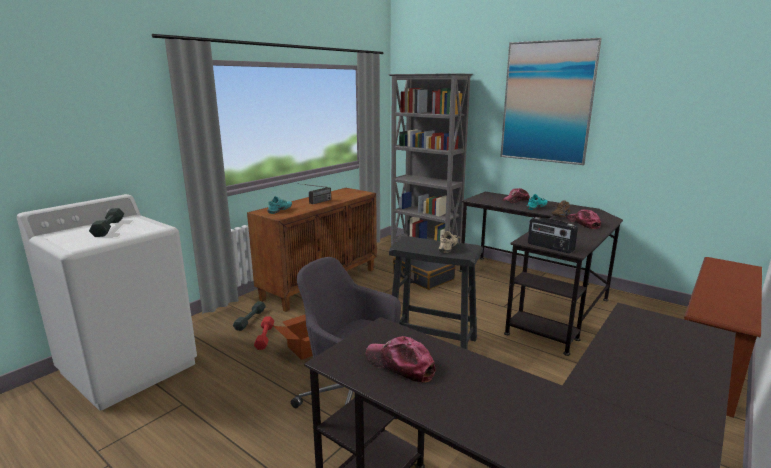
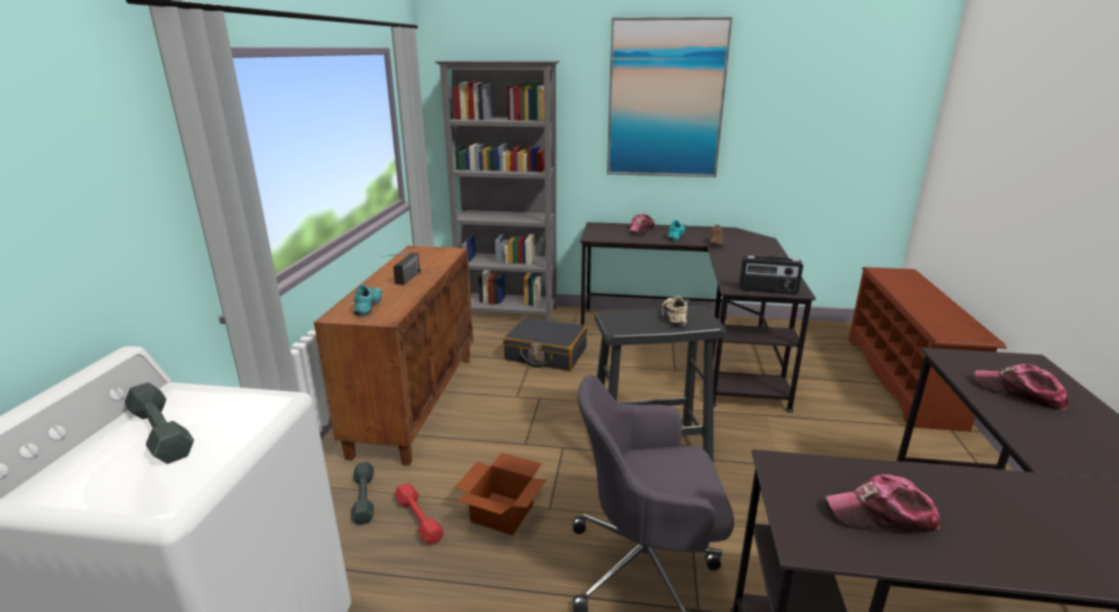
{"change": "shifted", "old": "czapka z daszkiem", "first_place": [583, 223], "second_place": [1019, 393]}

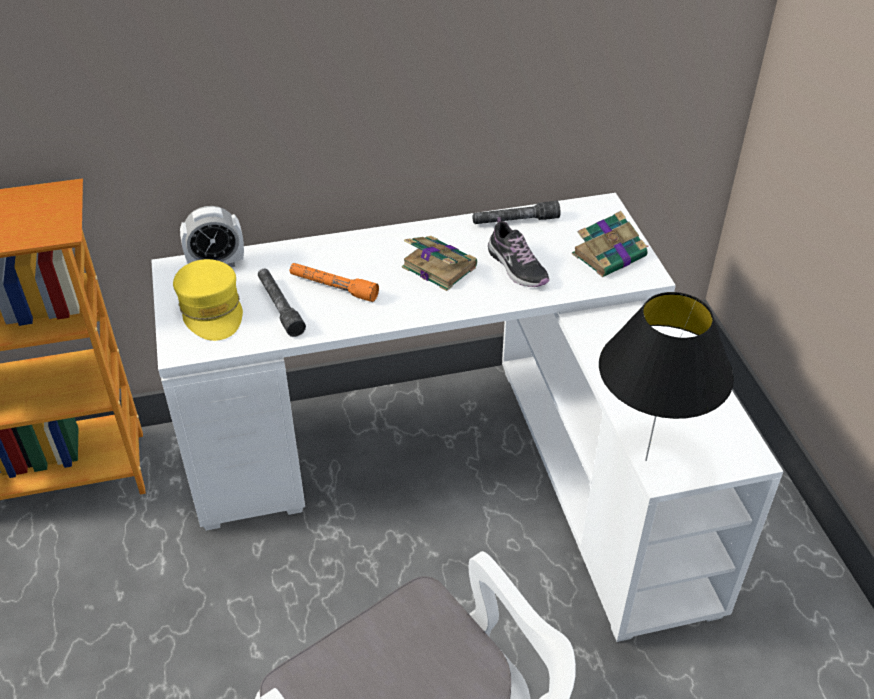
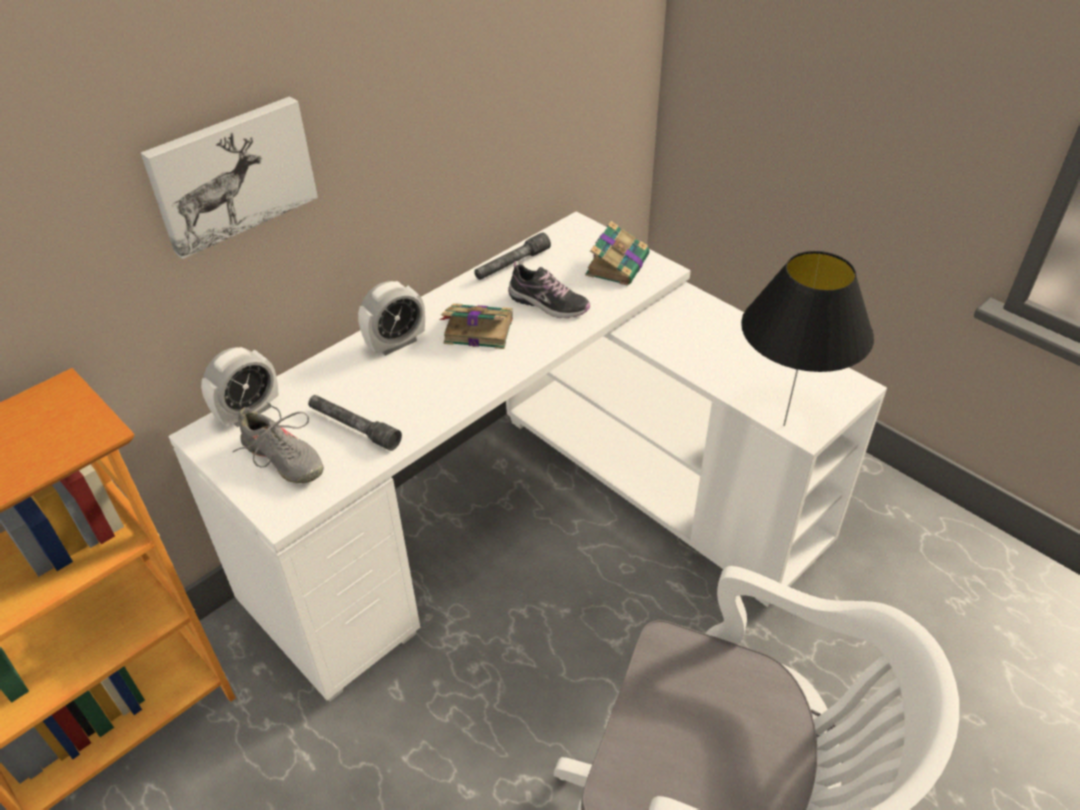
{"change": "gone", "old": "latarka (pomarańczowy)", "first_place": [333, 287]}
{"change": "new", "new": "obraz", "second_place": [232, 174]}
{"change": "new", "new": "budzik", "second_place": [396, 343]}
{"change": "swapped", "old": "czapka z daszkiem (żółty)", "new": "but (szary)", "first_place": [212, 310], "second_place": [282, 459]}

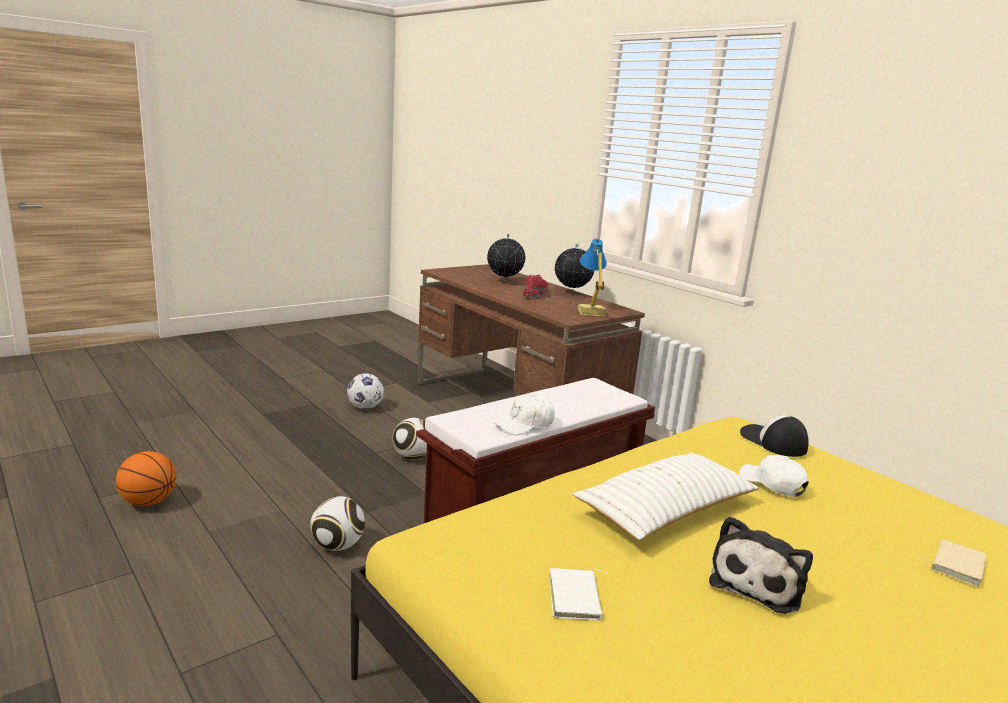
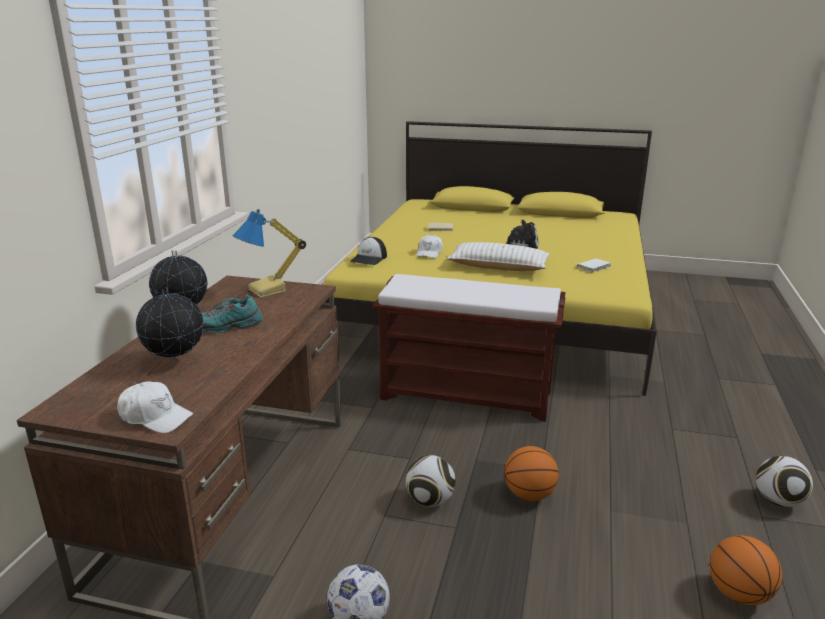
{"change": "new", "new": "piłka do koszykówki", "second_place": [529, 495]}
{"change": "shifted", "old": "piłka futbolowa", "first_place": [337, 545], "second_place": [779, 501]}
{"change": "shifted", "old": "czapka z daszkiem (biały)", "first_place": [525, 424], "second_place": [155, 417]}
{"change": "repainted", "old": "but (czerwony)", "new": "but (turkusowy)", "first_place": [534, 294], "second_place": [228, 327]}

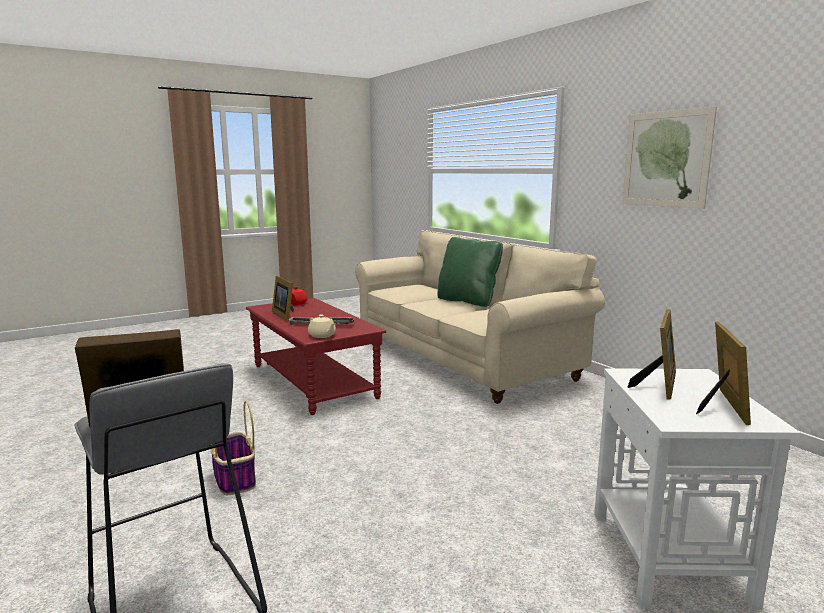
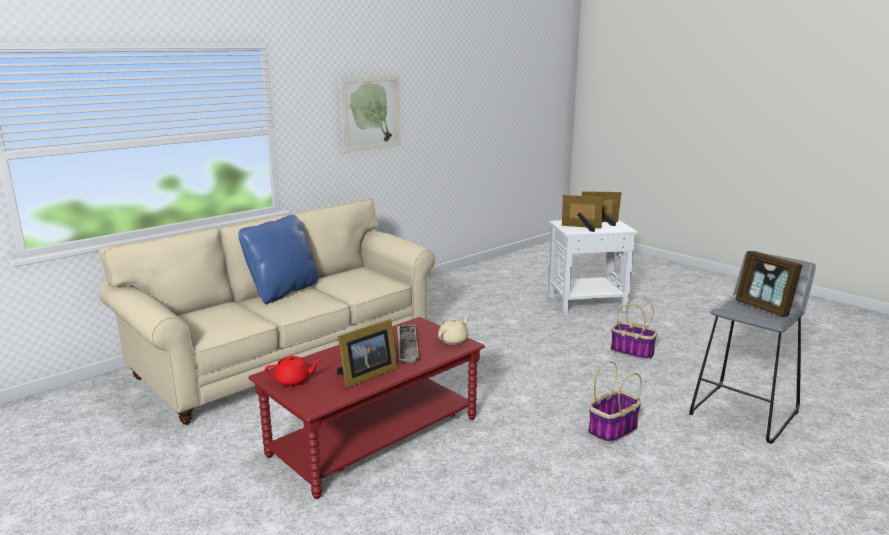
{"change": "new", "new": "koszyk", "second_place": [633, 352]}
{"change": "repainted", "old": "poduszka (zielony)", "new": "poduszka (niebieski)", "first_place": [468, 301], "second_place": [283, 291]}

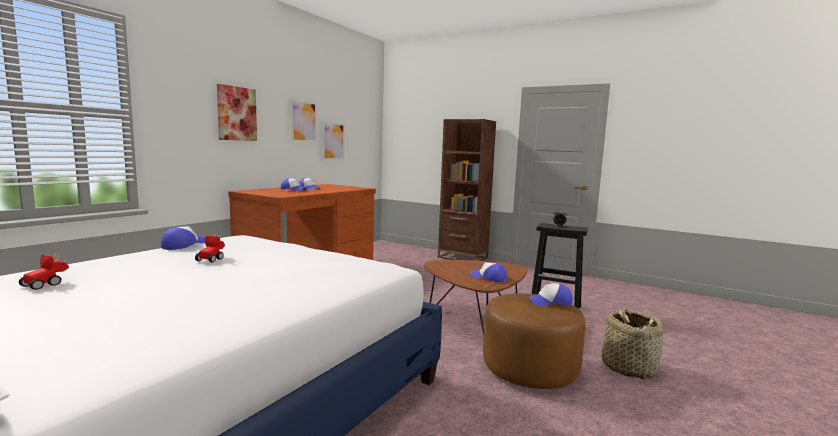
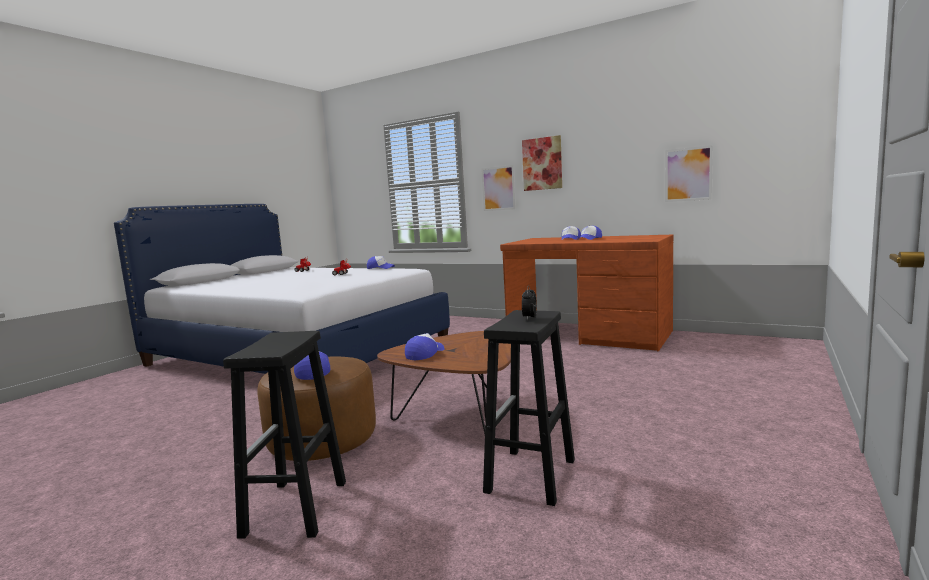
{"change": "gone", "old": "regał (brązowy)", "first_place": [462, 258]}
{"change": "shifted", "old": "obraz", "first_place": [303, 121], "second_place": [498, 188]}
{"change": "swapped", "old": "koszyk", "new": "stołek (czarny)", "first_place": [628, 368], "second_place": [296, 509]}

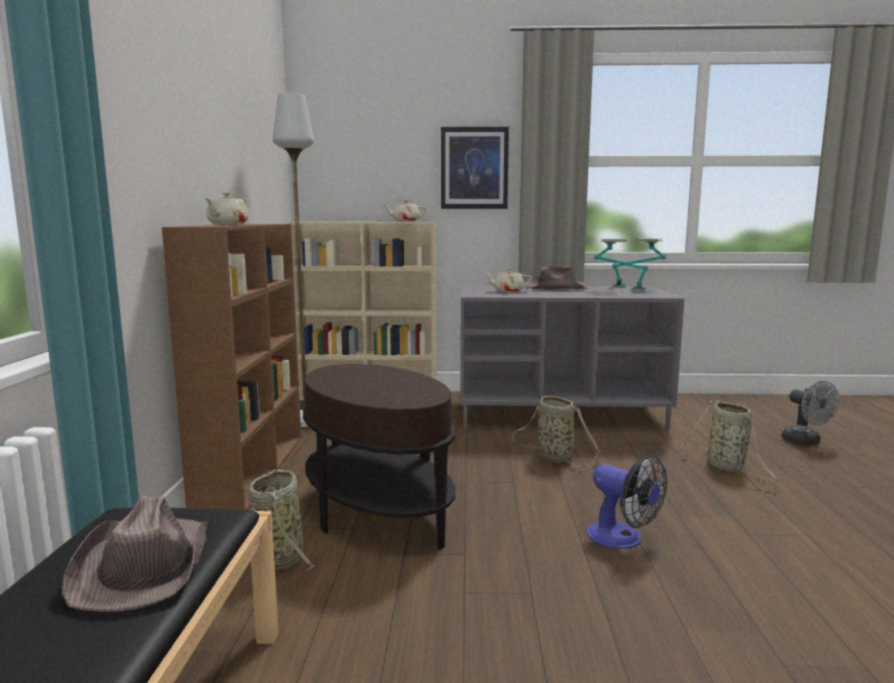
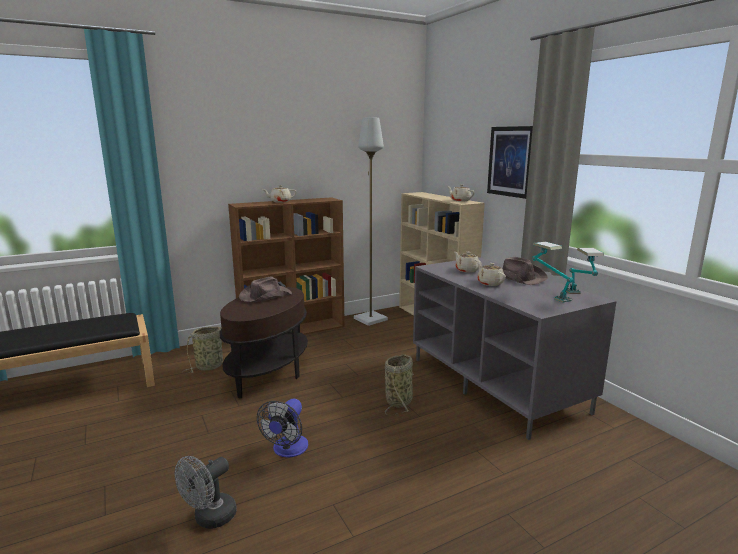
{"change": "gone", "old": "koszyk", "first_place": [728, 467]}
{"change": "new", "new": "imbryk (beżowy)", "second_place": [490, 283]}
{"change": "shifted", "old": "kapelusz (brązowy)", "first_place": [145, 565], "second_place": [265, 296]}
{"change": "shifted", "old": "wentylator (szary)", "first_place": [806, 442], "second_place": [210, 519]}

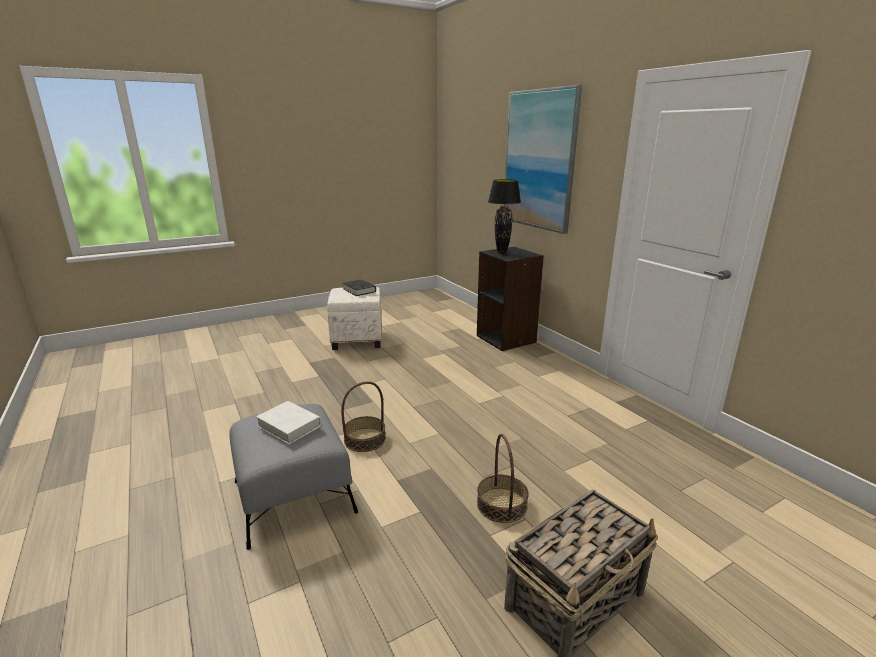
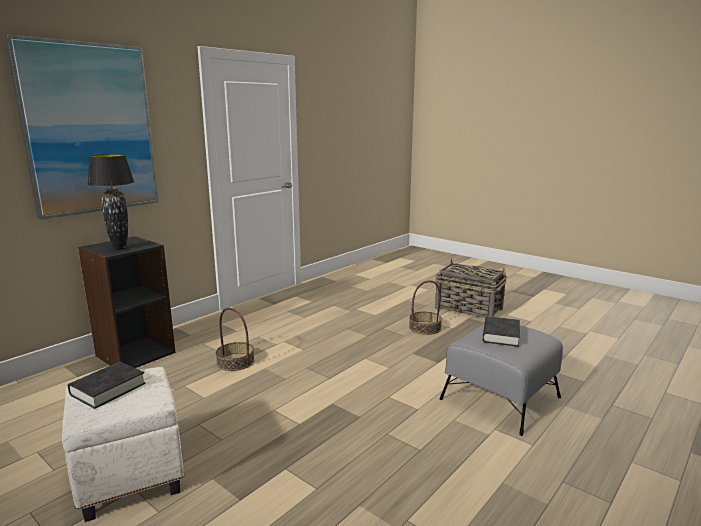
{"change": "shifted", "old": "koszyk", "first_place": [365, 439], "second_place": [235, 362]}
{"change": "repainted", "old": "książka (biały)", "new": "książka (czarny)", "first_place": [289, 426], "second_place": [500, 335]}

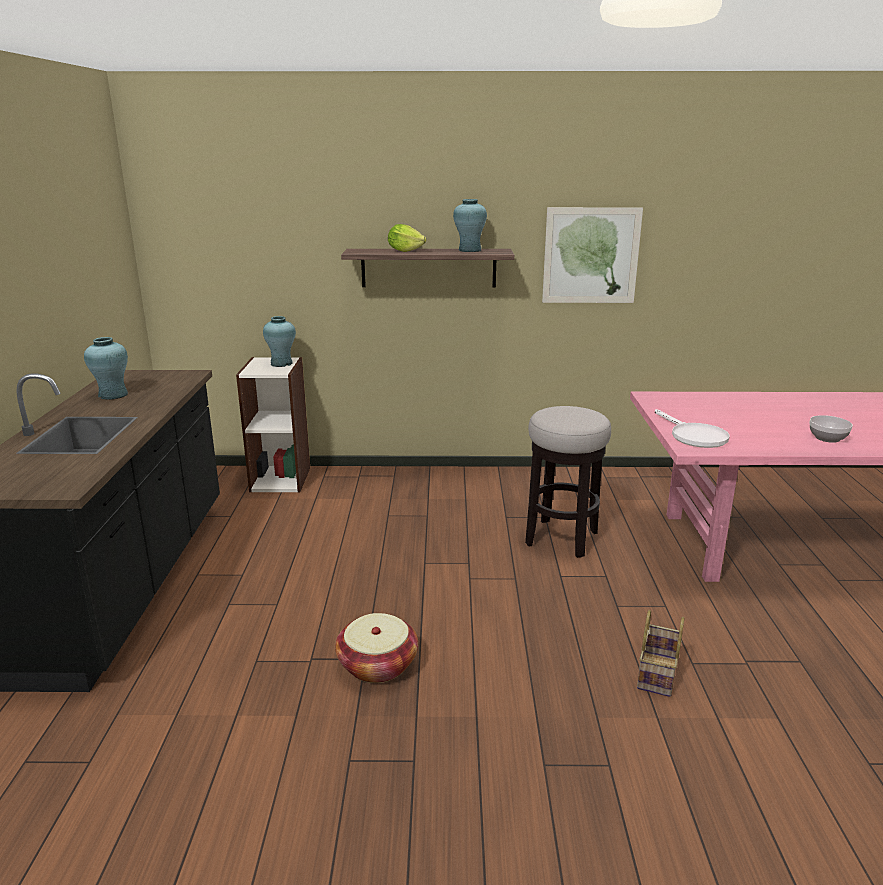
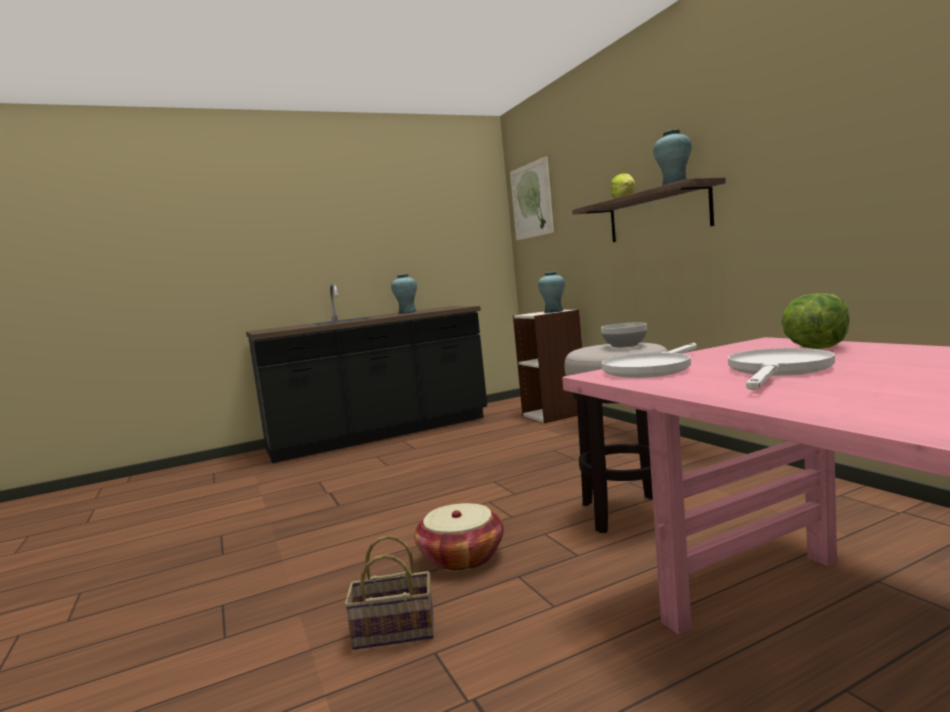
{"change": "new", "new": "patelnia (biały)", "second_place": [777, 371]}
{"change": "new", "new": "sałata", "second_place": [816, 348]}
{"change": "shifted", "old": "koszyk", "first_place": [377, 665], "second_place": [462, 557]}
{"change": "shifted", "old": "obraz", "first_place": [591, 256], "second_place": [531, 200]}
{"change": "shifted", "old": "miska", "first_place": [826, 438], "second_place": [624, 345]}

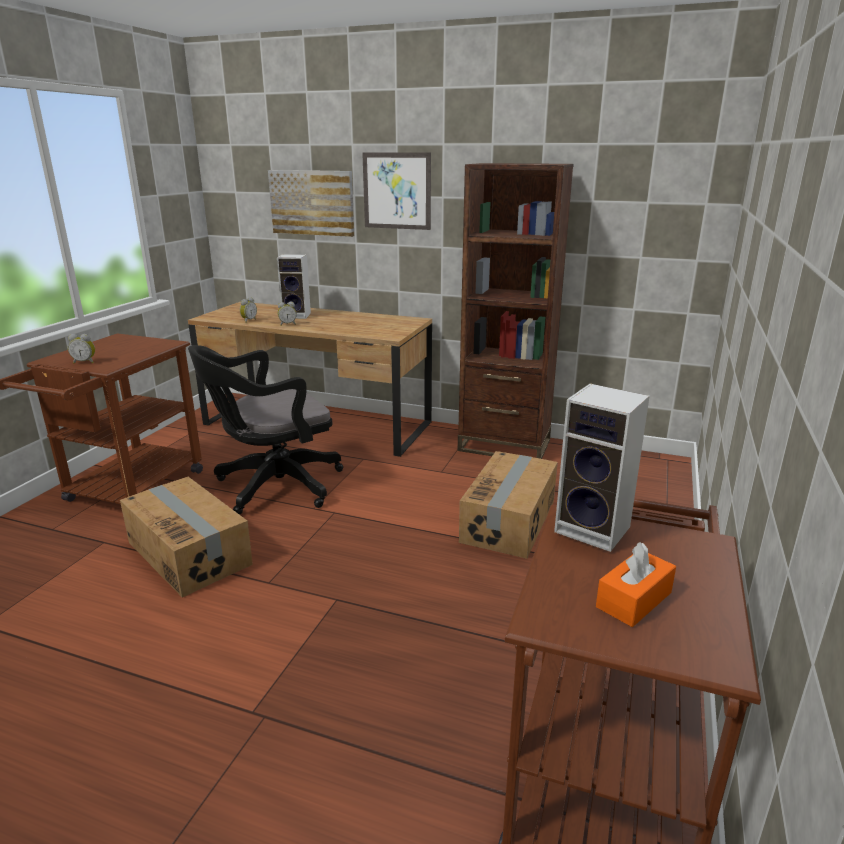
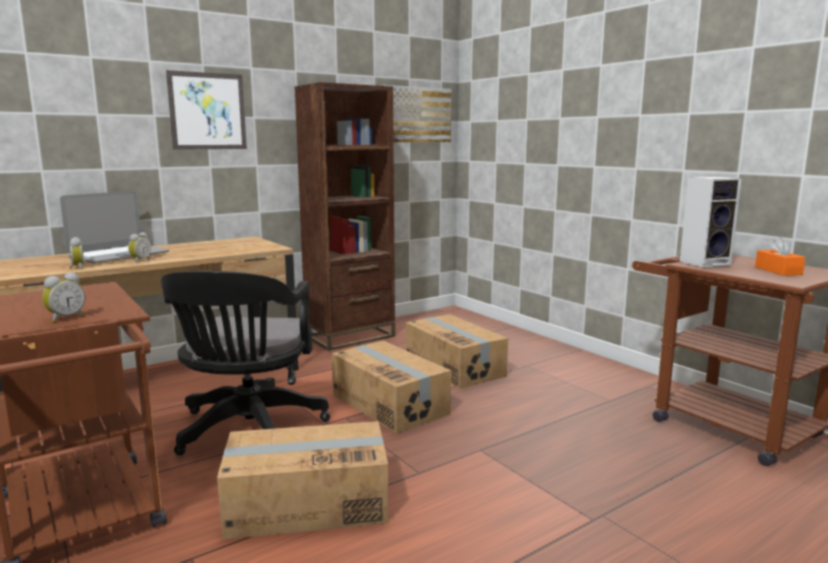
{"change": "new", "new": "karton", "second_place": [390, 403]}
{"change": "shifted", "old": "obraz", "first_place": [312, 202], "second_place": [416, 115]}
{"change": "swapped", "old": "głośnik", "new": "laptop", "first_place": [298, 315], "second_place": [119, 255]}

